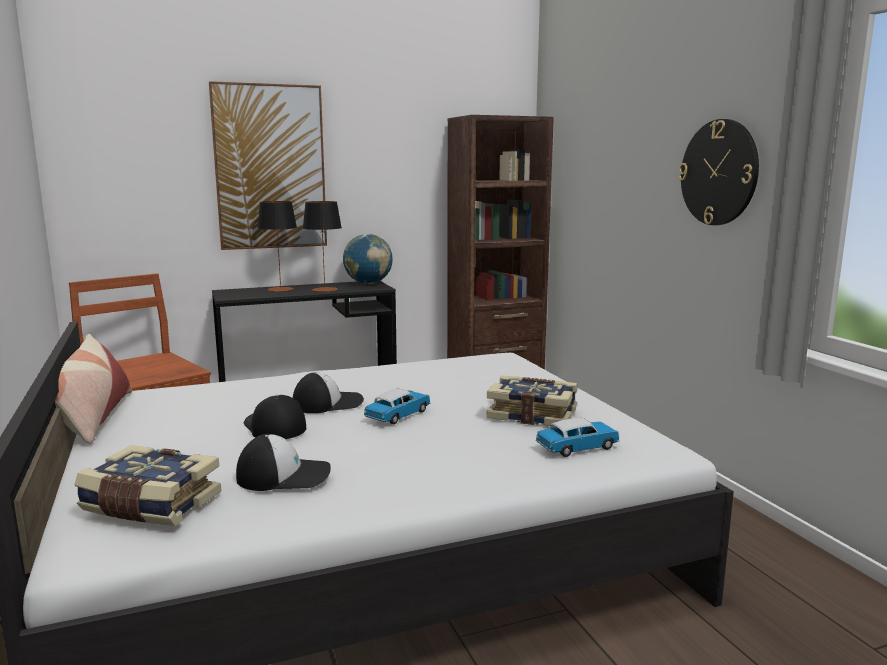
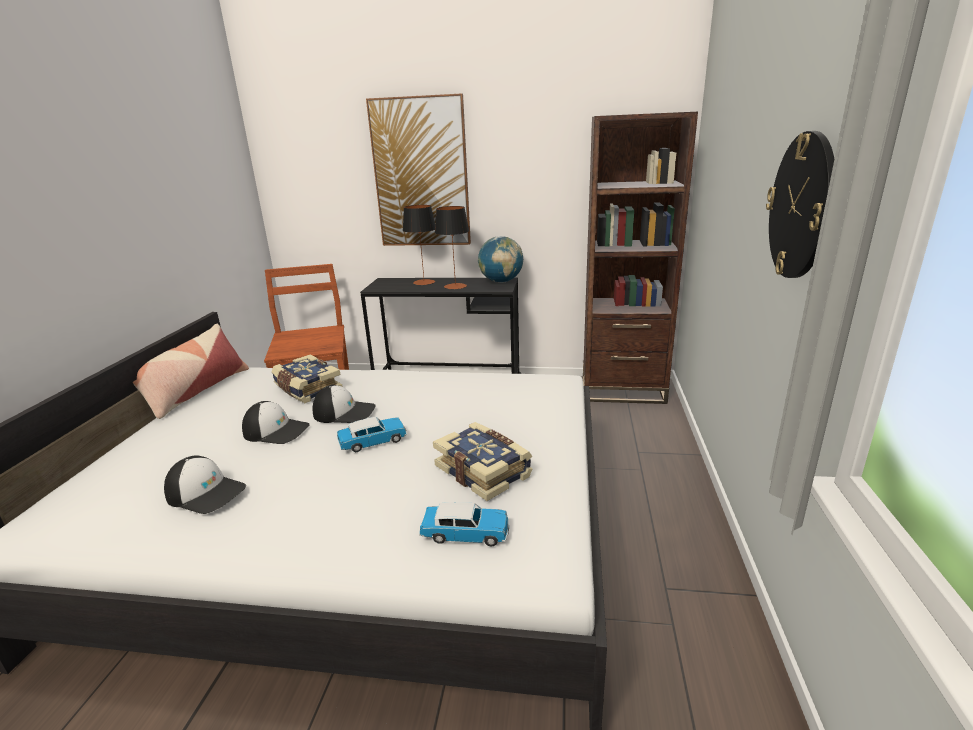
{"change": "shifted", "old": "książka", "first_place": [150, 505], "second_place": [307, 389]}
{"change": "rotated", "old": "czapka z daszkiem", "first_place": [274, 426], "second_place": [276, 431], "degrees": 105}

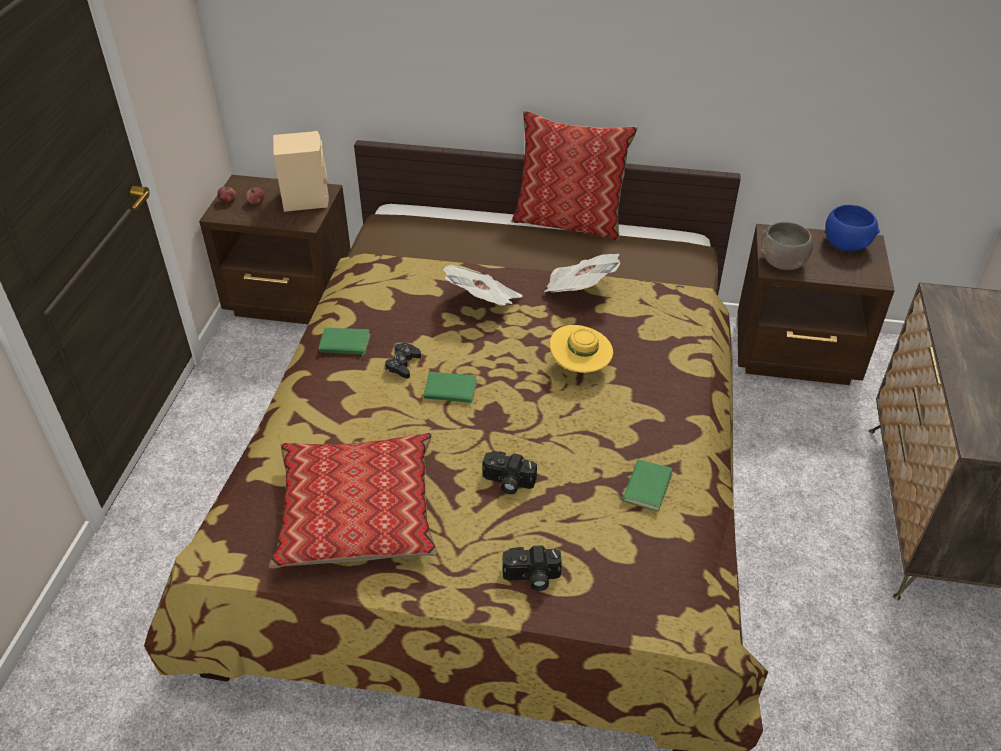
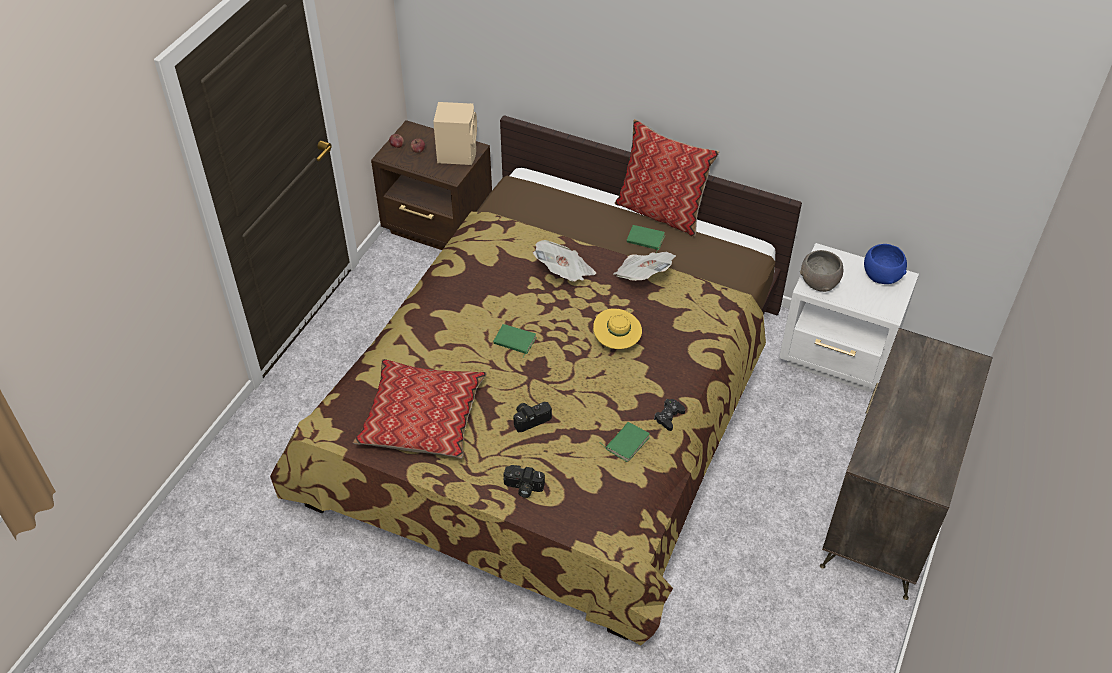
{"change": "shifted", "old": "książka (zielony)", "first_place": [344, 345], "second_place": [645, 240]}
{"change": "shifted", "old": "pad do gier (czarny)", "first_place": [403, 364], "second_place": [669, 417]}
{"change": "repainted", "old": "szafka nocna (brązowy)", "new": "szafka nocna (biały)", "first_place": [797, 356], "second_place": [838, 358]}
{"change": "rotated", "old": "aparat fotograficzny", "first_place": [507, 482], "second_place": [530, 418], "degrees": 120}

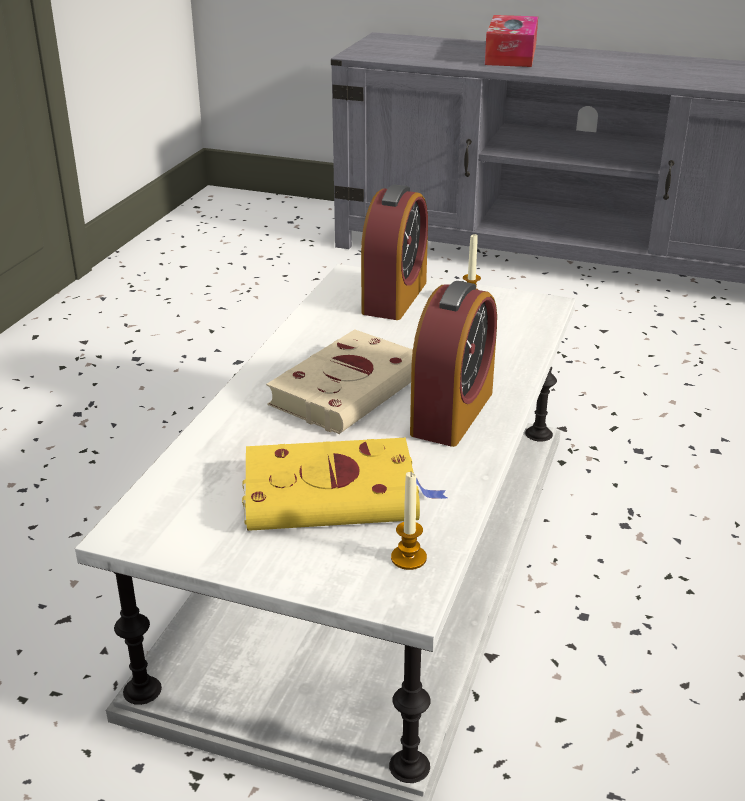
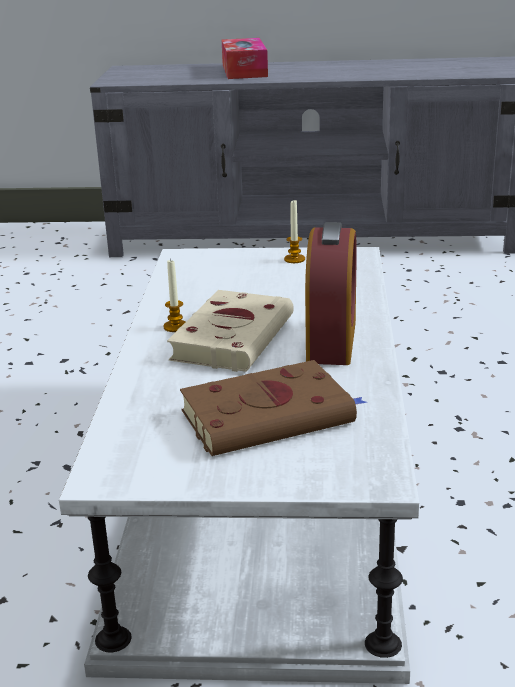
{"change": "gone", "old": "budzik", "first_place": [394, 297]}
{"change": "shifted", "old": "świeca", "first_place": [408, 558], "second_place": [175, 327]}
{"change": "repainted", "old": "książka (żółty)", "new": "książka (brązowy)", "first_place": [336, 494], "second_place": [271, 416]}

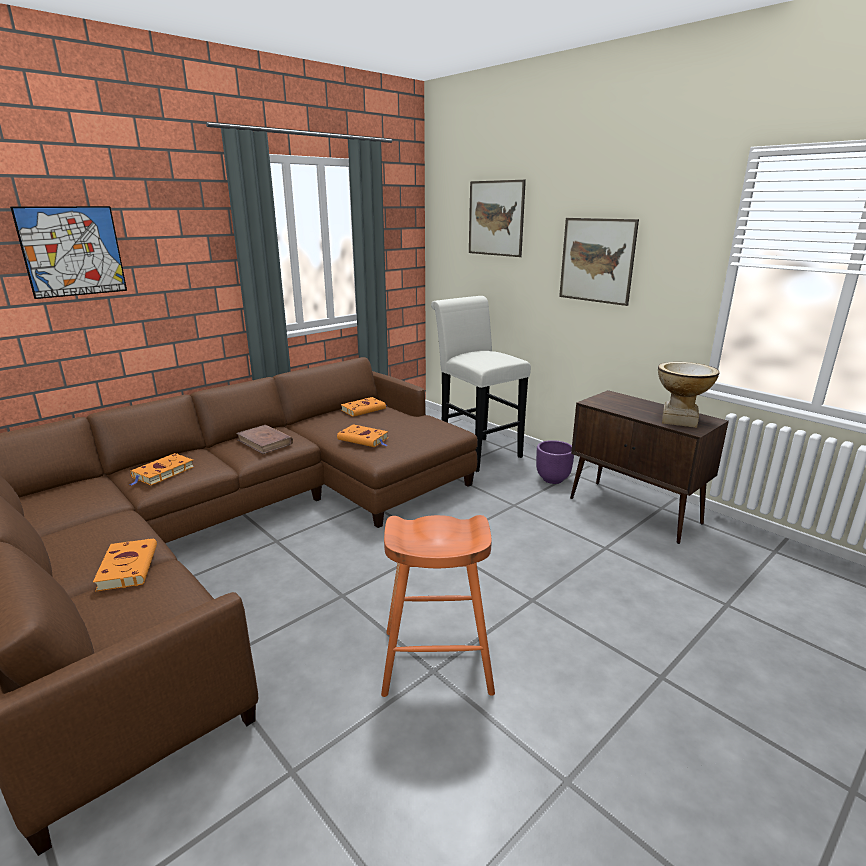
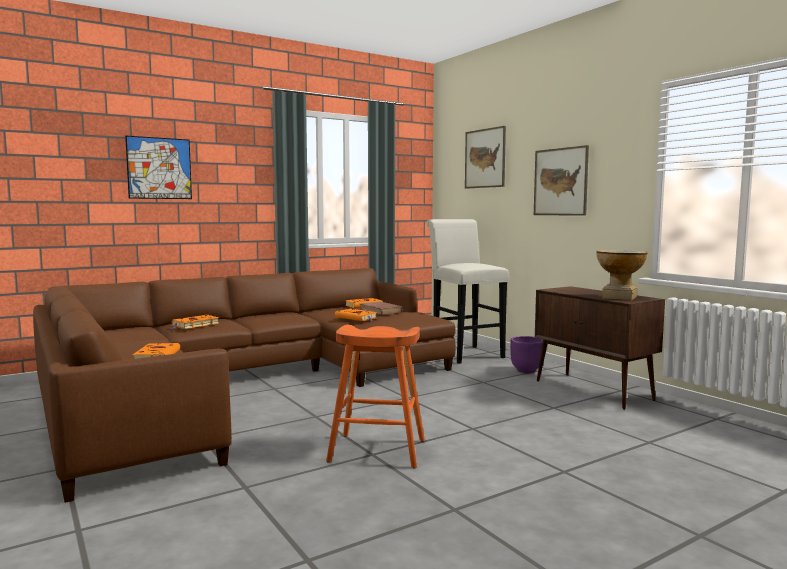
{"change": "shifted", "old": "książka (brązowy)", "first_place": [265, 442], "second_place": [380, 311]}

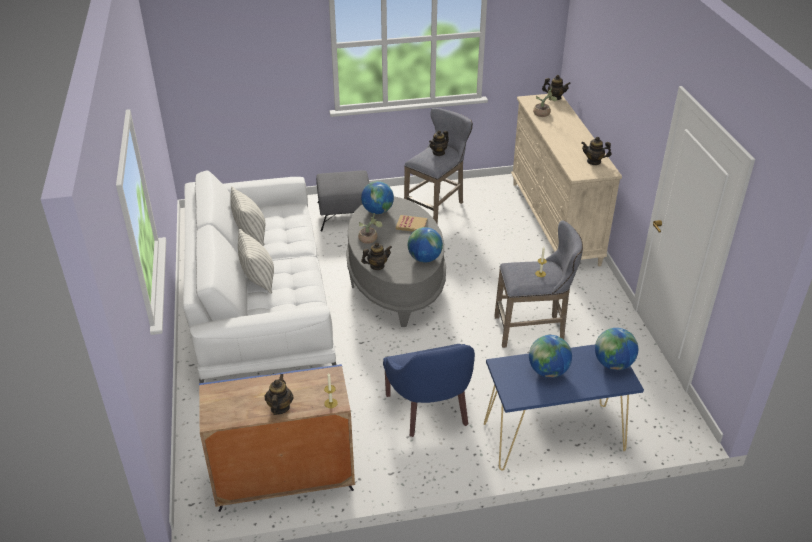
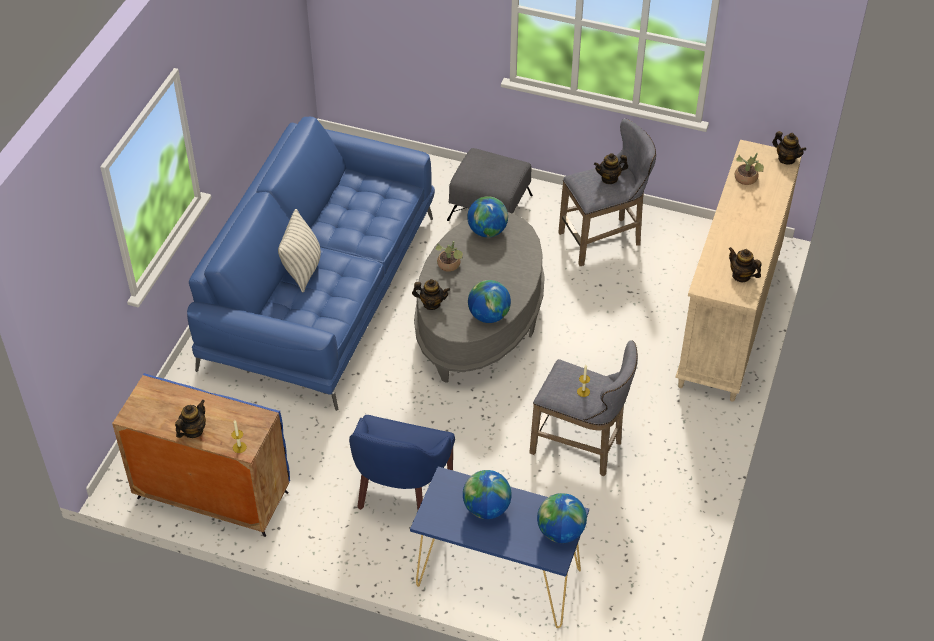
{"change": "gone", "old": "poduszka", "first_place": [251, 234]}
{"change": "gone", "old": "książka", "first_place": [411, 225]}
{"change": "repainted", "old": "kanapa (biały)", "new": "kanapa (niebieski)", "first_place": [261, 303], "second_place": [321, 289]}

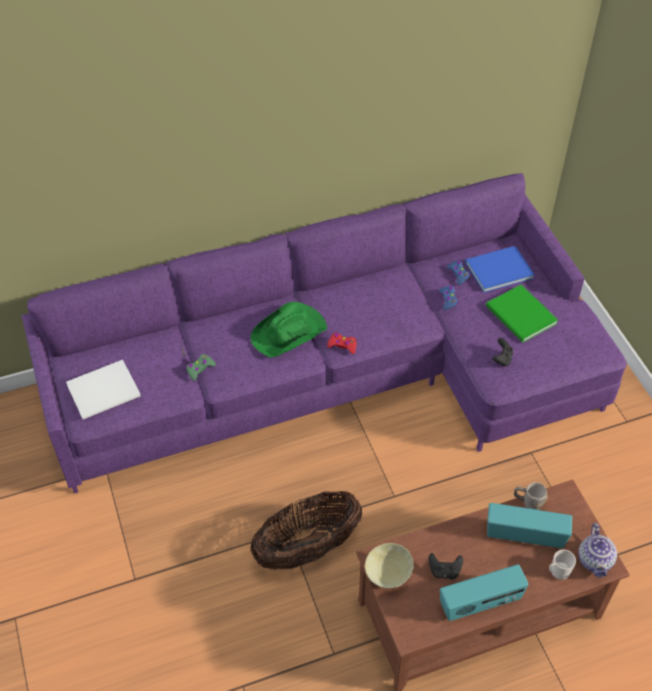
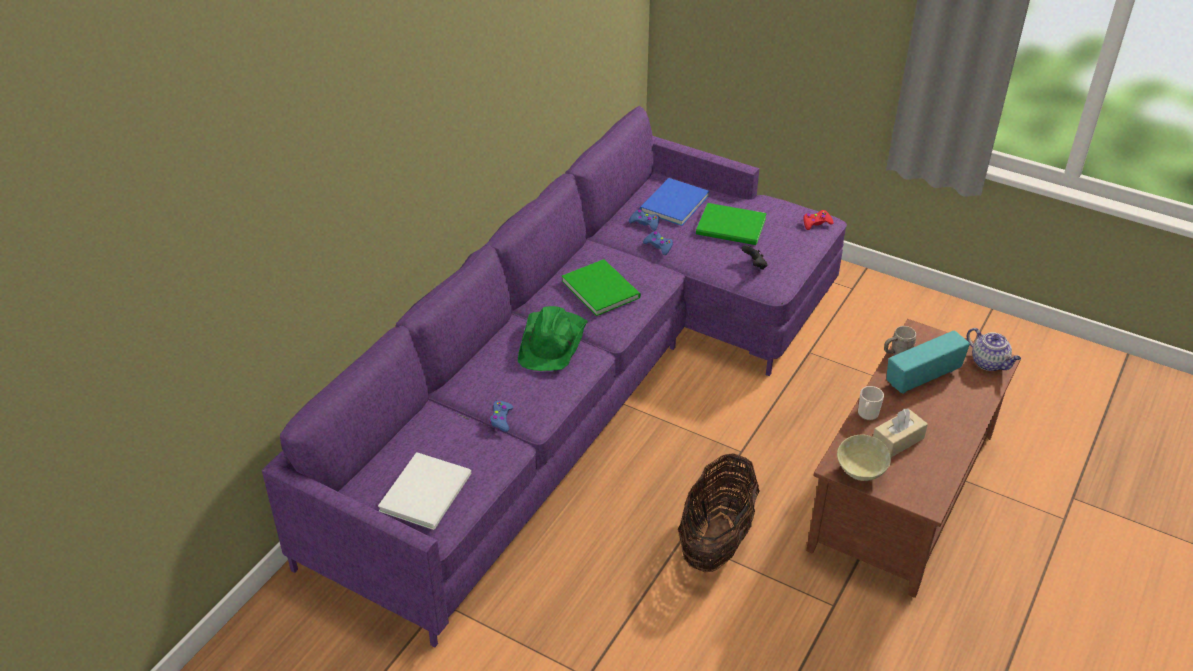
{"change": "gone", "old": "radio", "first_place": [480, 603]}
{"change": "new", "new": "książka (zielony)", "second_place": [601, 287]}
{"change": "shifted", "old": "pad do gier (czerwony)", "first_place": [342, 345], "second_place": [816, 223]}
{"change": "shifted", "old": "kubek", "first_place": [558, 571], "second_place": [867, 414]}
{"change": "swapped", "old": "pad do gier (czarny)", "new": "pudełko chusteczek (beżowy)", "first_place": [444, 571], "second_place": [897, 440]}
{"change": "repainted", "old": "pad do gier (zielony)", "new": "pad do gier (niebieski)", "first_place": [200, 369], "second_place": [501, 419]}

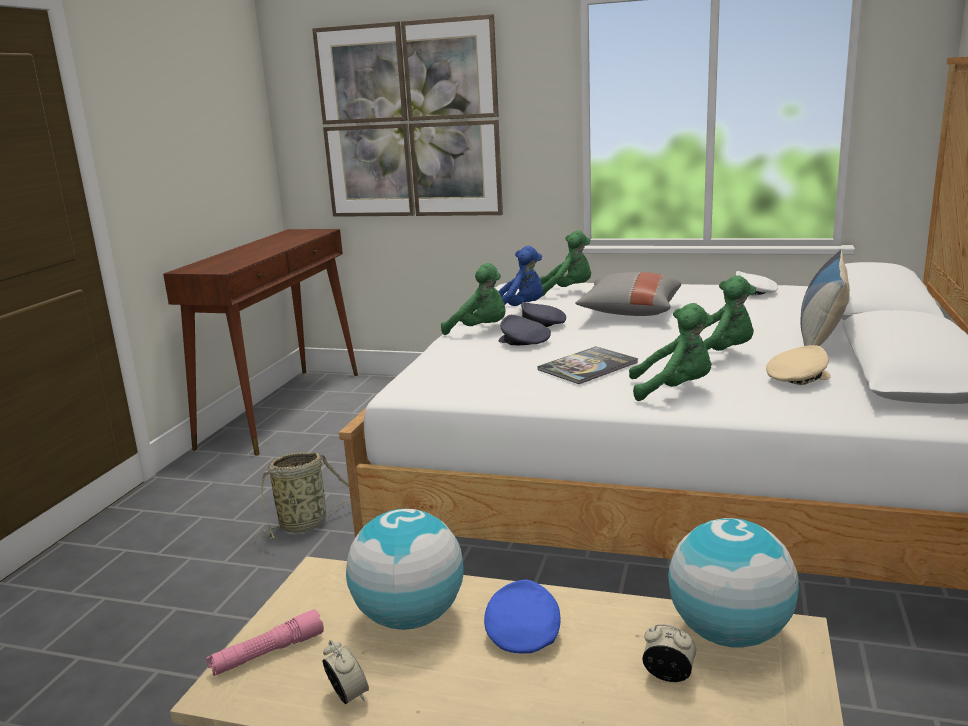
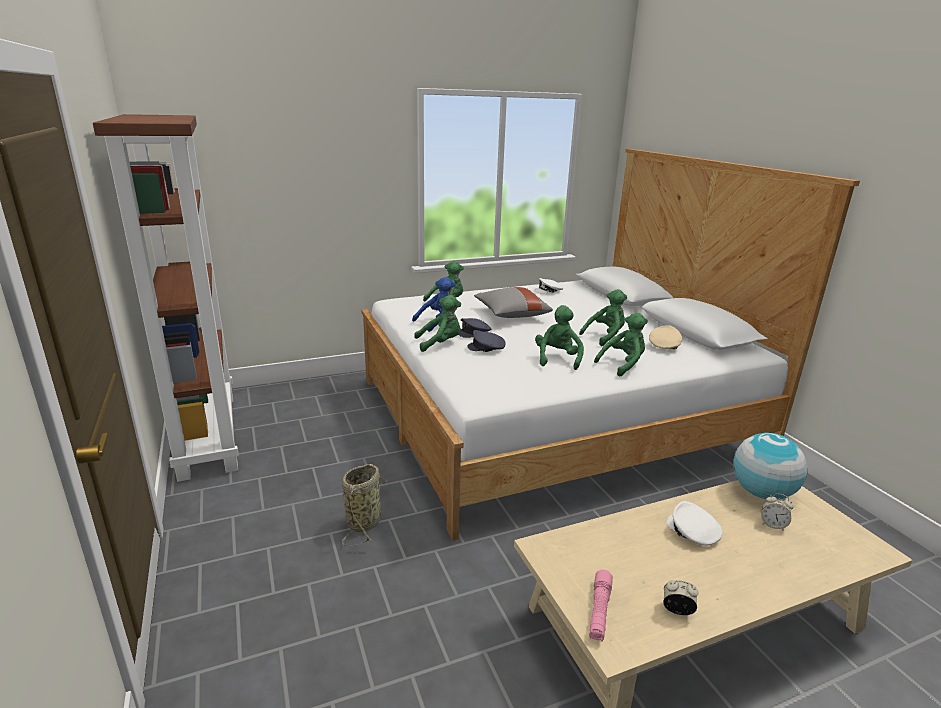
{"change": "gone", "old": "obraz", "first_place": [409, 121]}
{"change": "gone", "old": "globus", "first_place": [409, 618]}
{"change": "gone", "old": "poduszka", "first_place": [822, 336]}
{"change": "swapped", "old": "stolik konsolowy (brązowy)", "new": "regał (brązowy)", "first_place": [284, 408], "second_place": [207, 434]}
{"change": "swapped", "old": "książka", "new": "pluszak (zielony)", "first_place": [588, 366], "second_place": [557, 359]}
{"change": "repainted", "old": "czapka z daszkiem (niebieski)", "new": "czapka z daszkiem (biały)", "first_place": [522, 633], "second_place": [692, 532]}
{"change": "rotated", "old": "budzik", "first_place": [668, 676], "second_place": [772, 524], "degrees": -135}

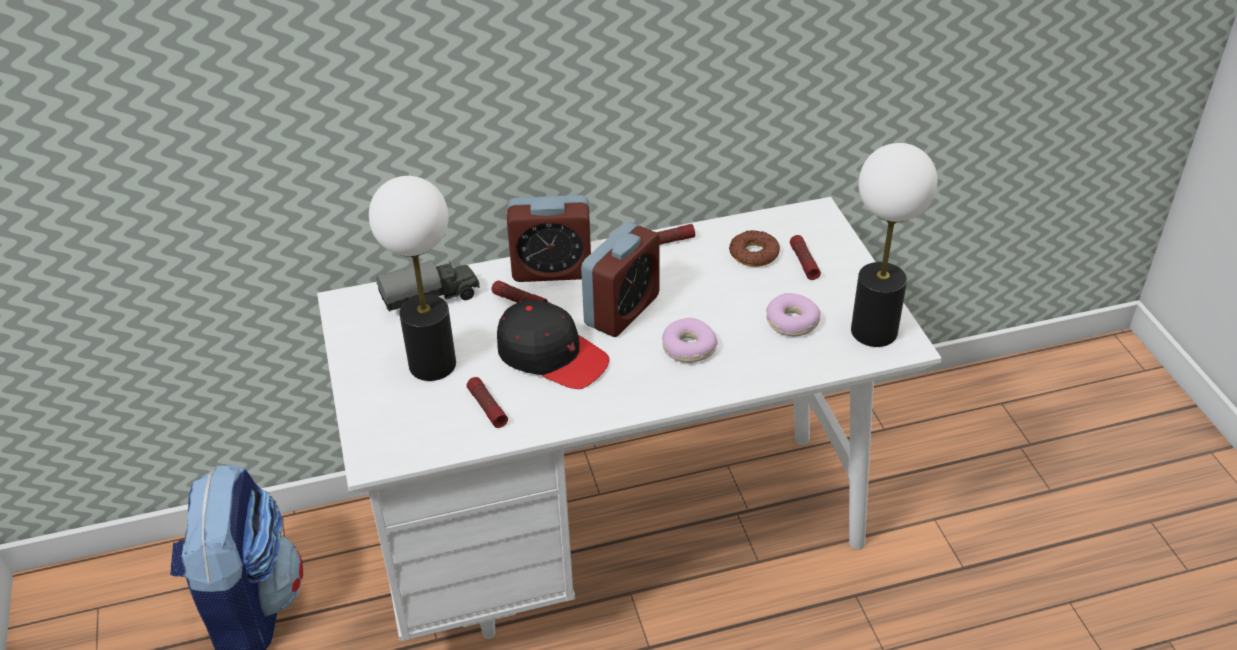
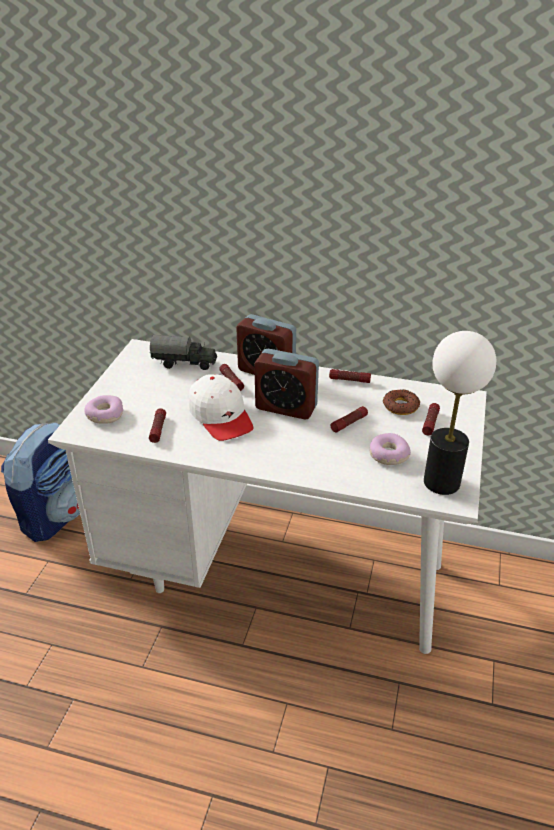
{"change": "gone", "old": "lampa stołowa", "first_place": [432, 364]}
{"change": "new", "new": "latarka", "second_place": [349, 423]}
{"change": "shifted", "old": "donut", "first_place": [688, 348], "second_place": [105, 415]}
{"change": "repainted", "old": "czapka z daszkiem (czarny)", "new": "czapka z daszkiem (biały)", "first_place": [552, 355], "second_place": [221, 416]}
{"change": "rotated", "old": "budzik", "first_place": [622, 310], "second_place": [286, 407], "degrees": 45}

